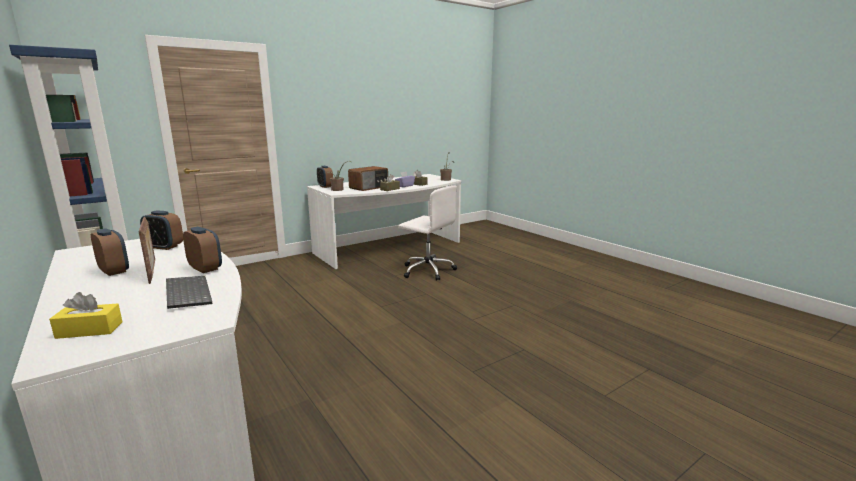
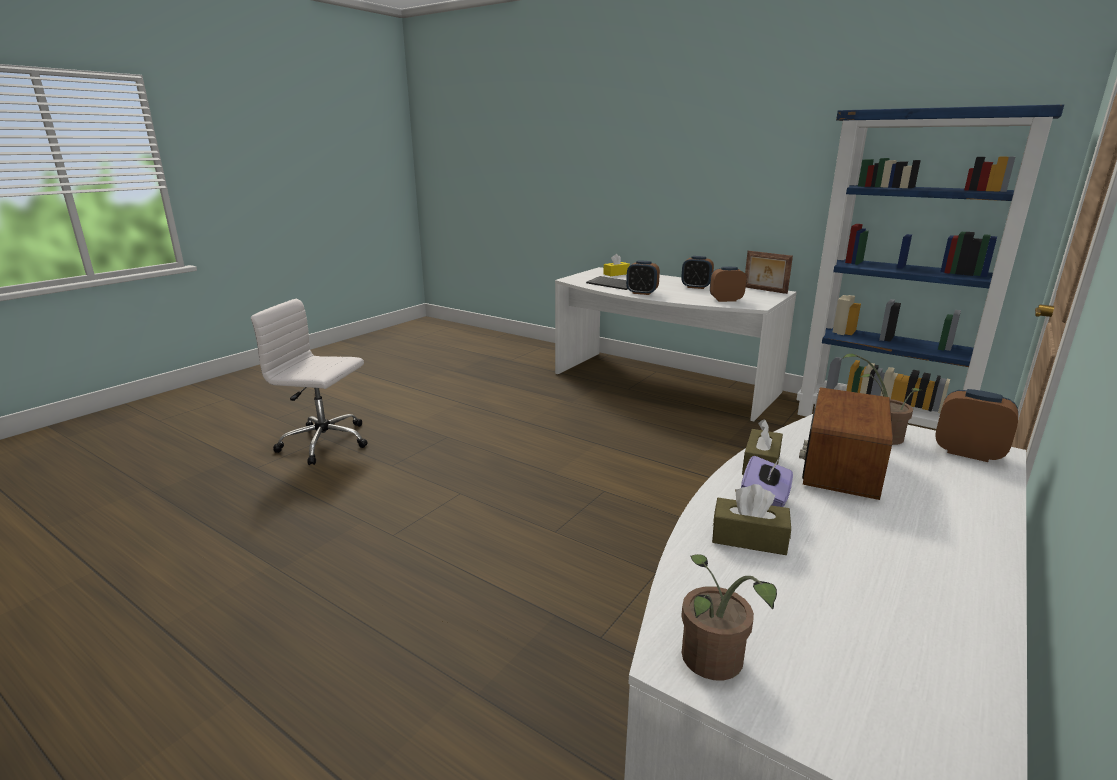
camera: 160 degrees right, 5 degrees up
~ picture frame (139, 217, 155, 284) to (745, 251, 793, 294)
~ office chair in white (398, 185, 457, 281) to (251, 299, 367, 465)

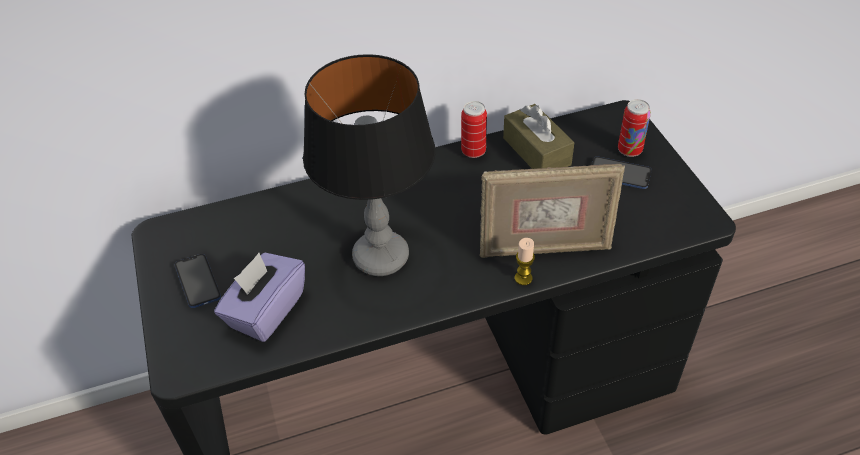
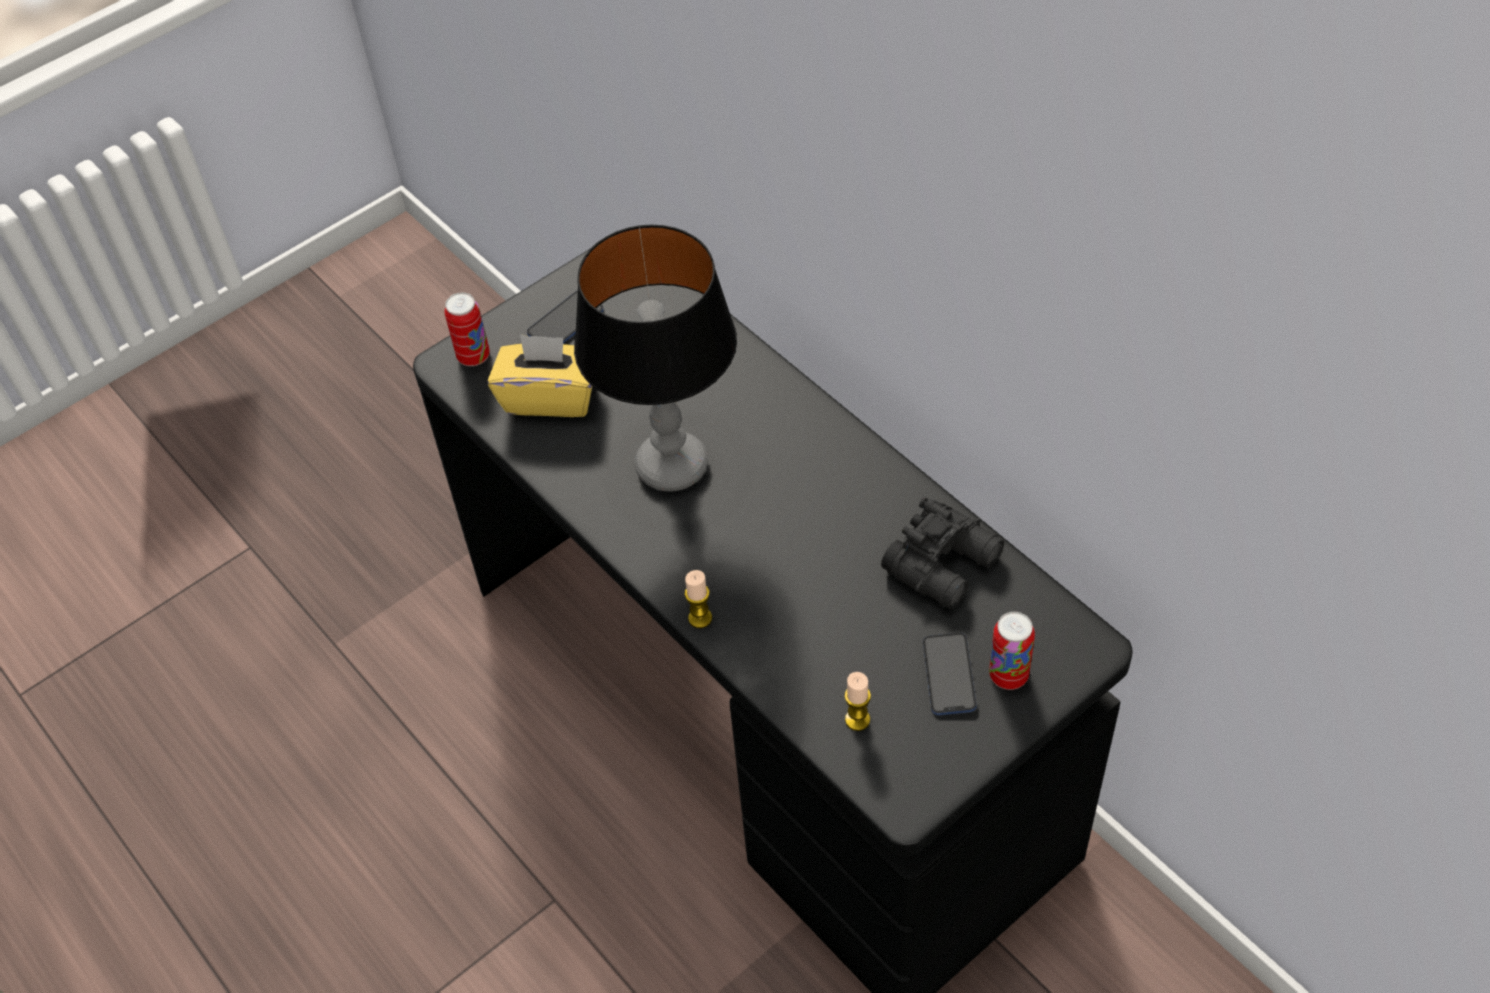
camera: 70 degrees right, 5 degrees up
~ tissue box in purple (214, 253, 305, 342) to tissue box in yellow (488, 334, 592, 417)
~ can (461, 101, 487, 158) to (445, 292, 490, 366)
- picture frame (480, 164, 625, 258)
~ tissue box in brown (503, 104, 575, 169) to binoculars in black (881, 497, 1004, 609)
+ candle (844, 672, 871, 731)

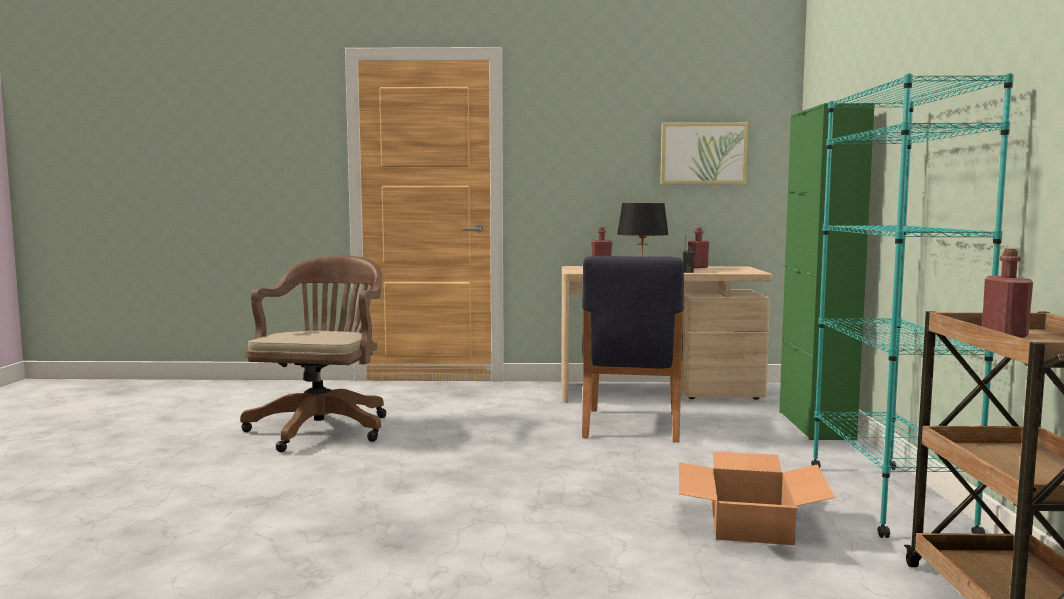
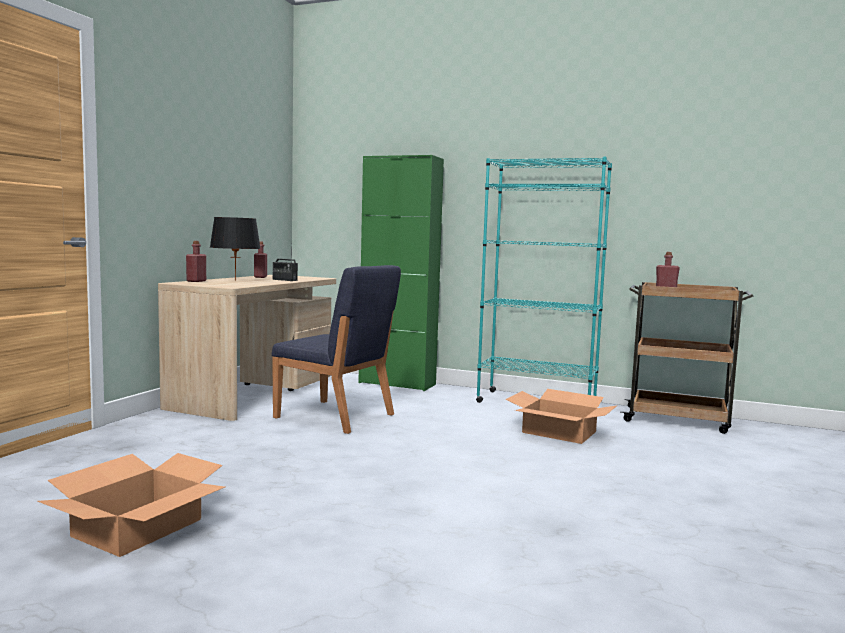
camera: 70 degrees left, 0 degrees up
~ office chair in brown (240, 255, 386, 452) to cardboard box (37, 453, 225, 557)
- picture (660, 122, 748, 184)

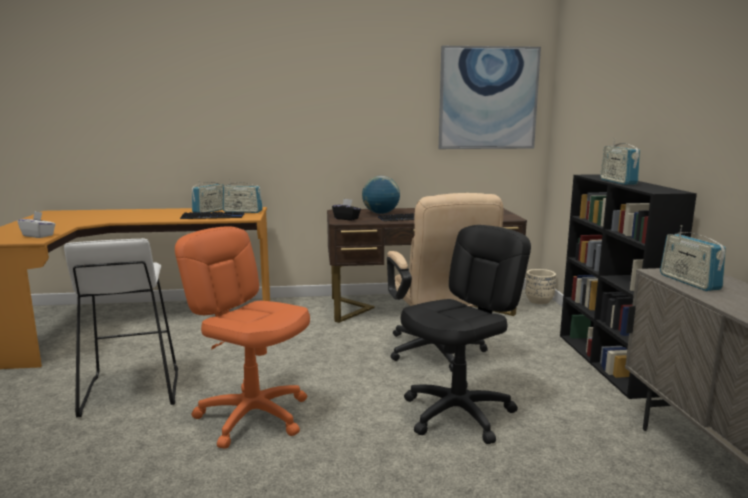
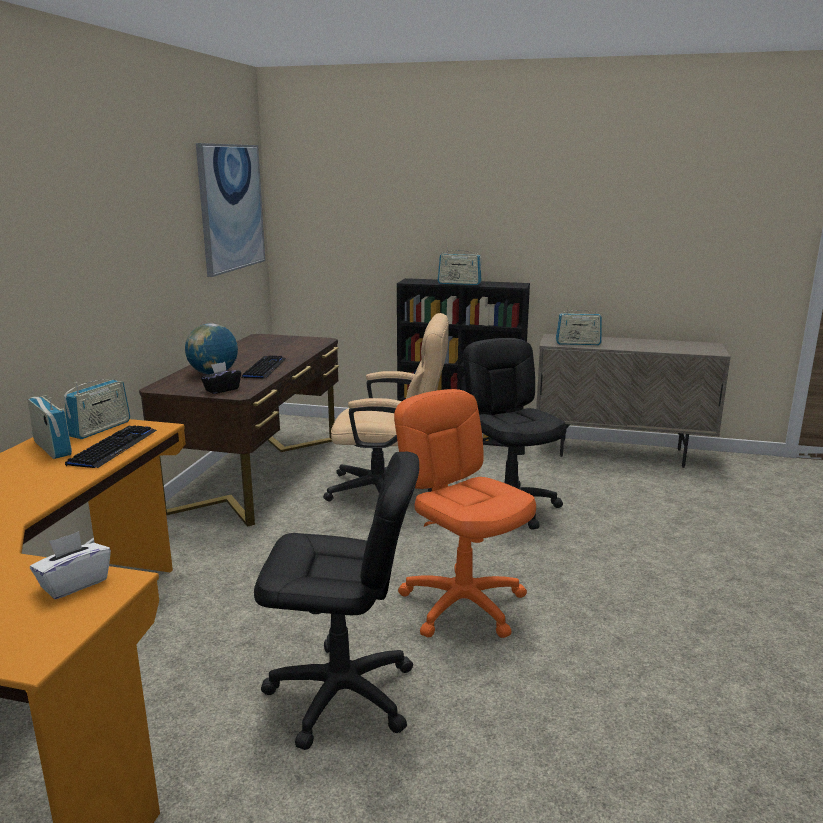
camera: 70 degrees left, 5 degrees up
~ stool in white (64, 238, 178, 417) to office chair in black (254, 452, 419, 750)
~ office chair in orange (175, 226, 310, 449) = (394, 389, 536, 638) 90 degrees clockwise
- planter in beige (525, 269, 556, 304)

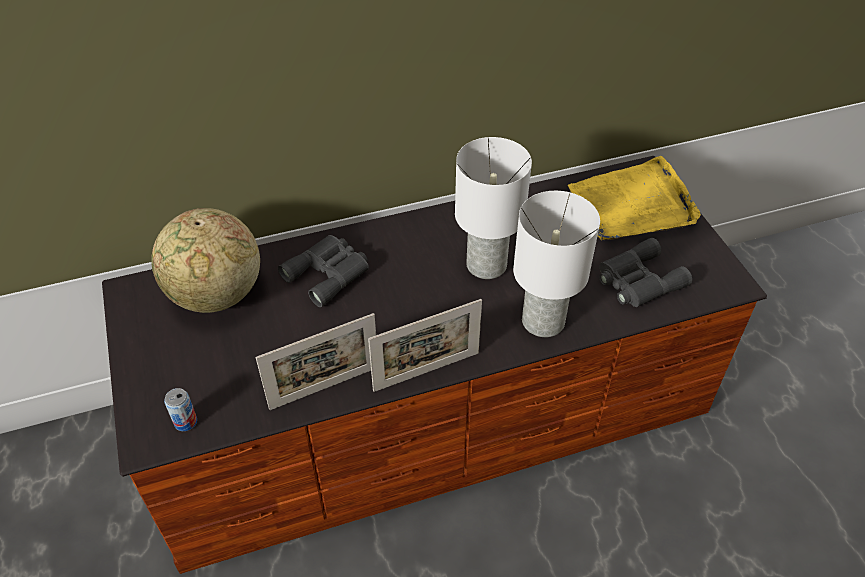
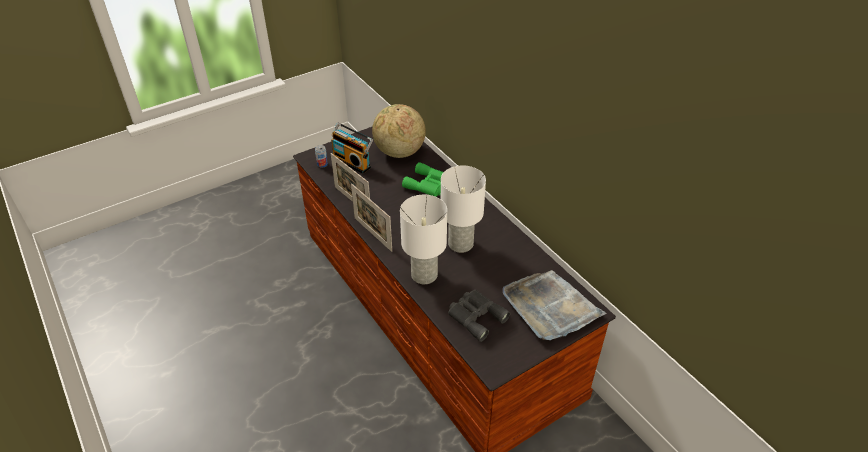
camera: 75 degrees right, 5 degrees down
~ binoculars in grey (278, 235, 369, 307) to binoculars in green (402, 162, 444, 197)
~ tray in yellow (568, 156, 701, 240) to tray in grey (503, 270, 607, 340)
+ radio (331, 123, 373, 174)

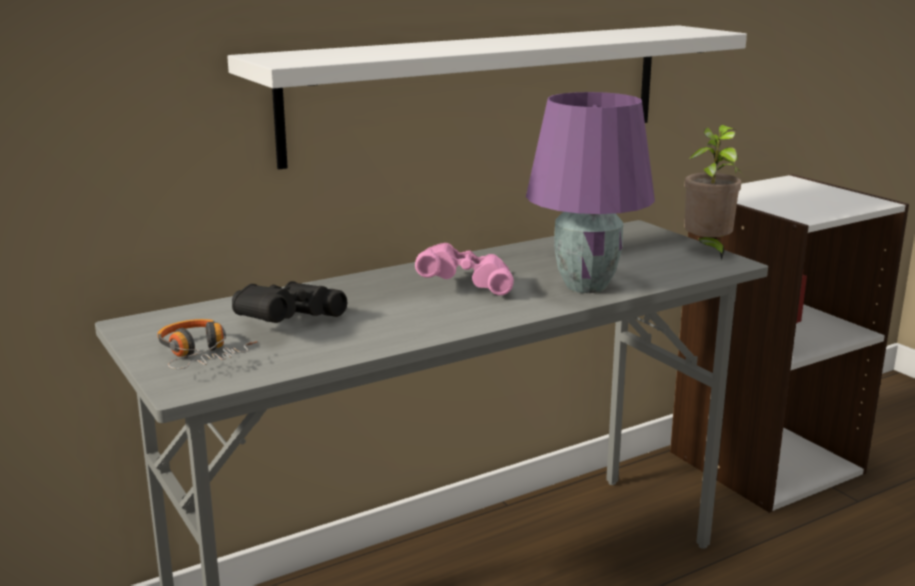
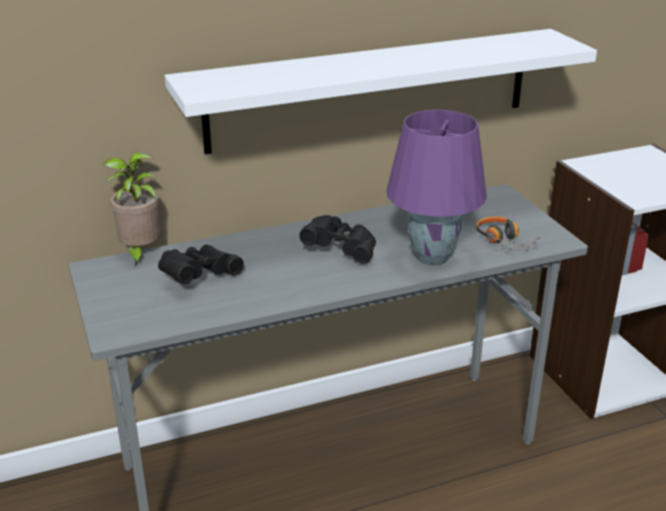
camera: 10 degrees right, 10 degrees up
~ headphones (157, 319, 257, 369) to (476, 217, 542, 254)
~ binoculars in pink (415, 243, 514, 296) to binoculars in black (299, 215, 376, 263)
~ potted plant (685, 125, 743, 260) to (103, 153, 159, 266)

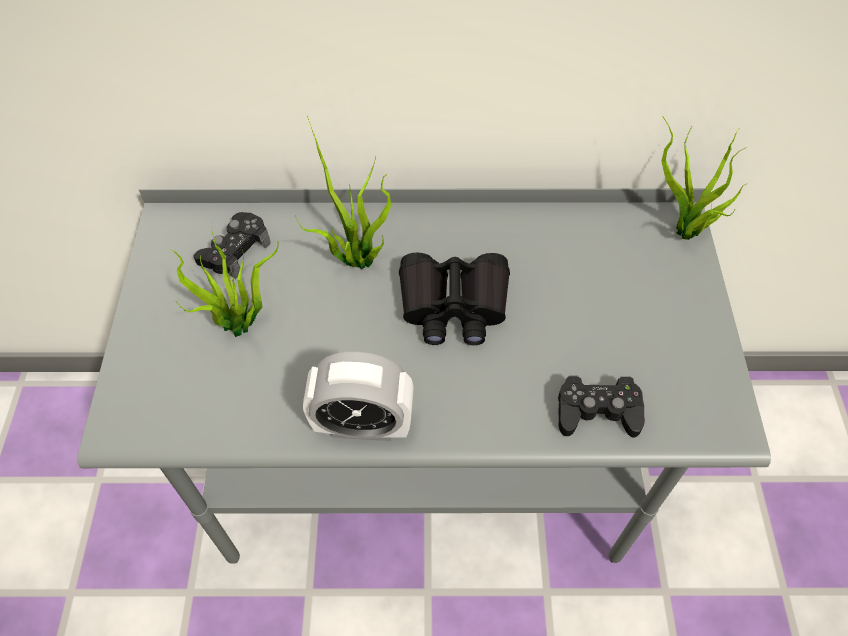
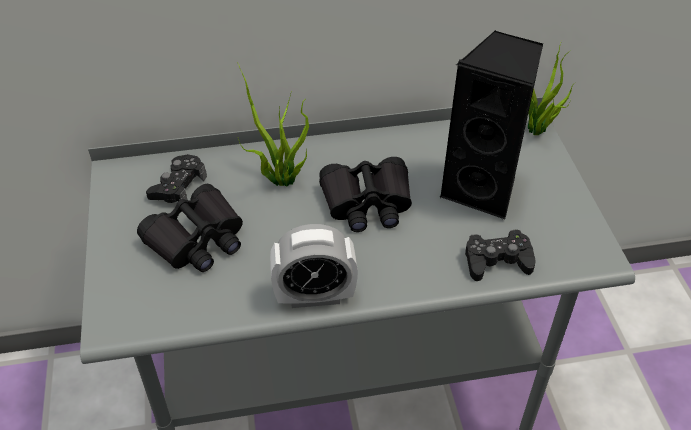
camera: 10 degrees left, 10 degrees down
~ potted plant (170, 222, 278, 337) to binoculars in black (137, 184, 243, 272)
+ speaker in black (440, 30, 543, 219)

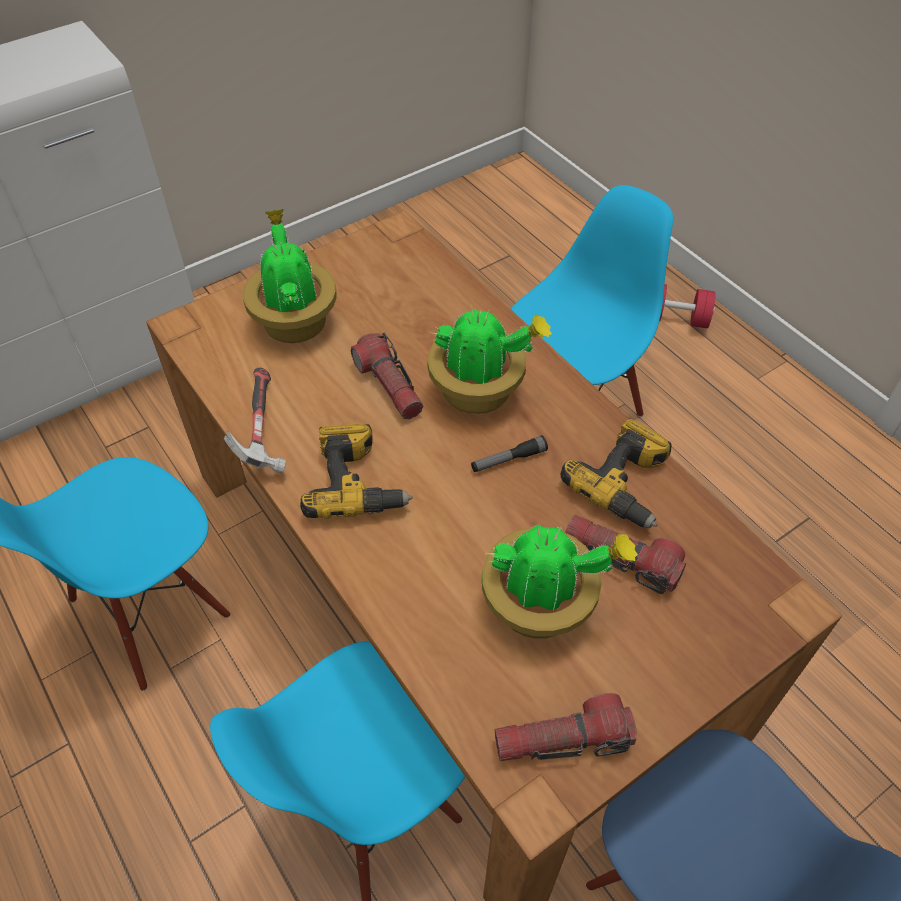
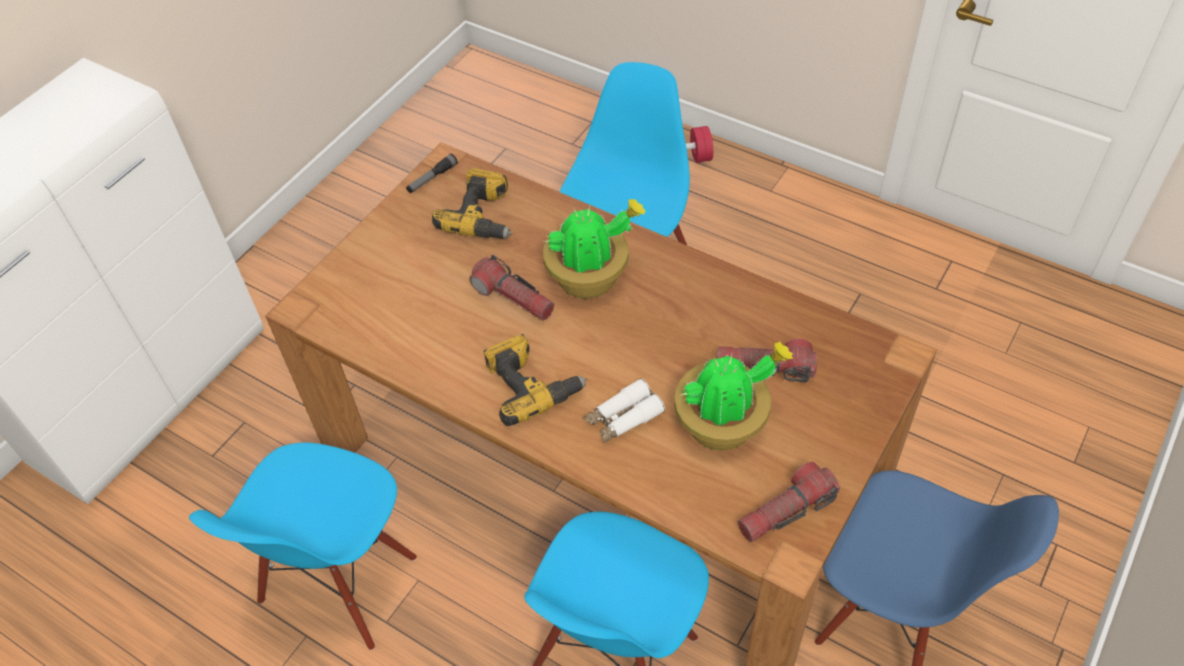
camera: 20 degrees left, 0 degrees up
- hammer (224, 368, 286, 473)
- potted plant (243, 209, 337, 343)
~ flashlight (471, 435, 548, 472) to (406, 154, 458, 193)
~ power drill (561, 418, 671, 528) to (432, 168, 512, 239)
+ binoculars in white (584, 378, 665, 443)

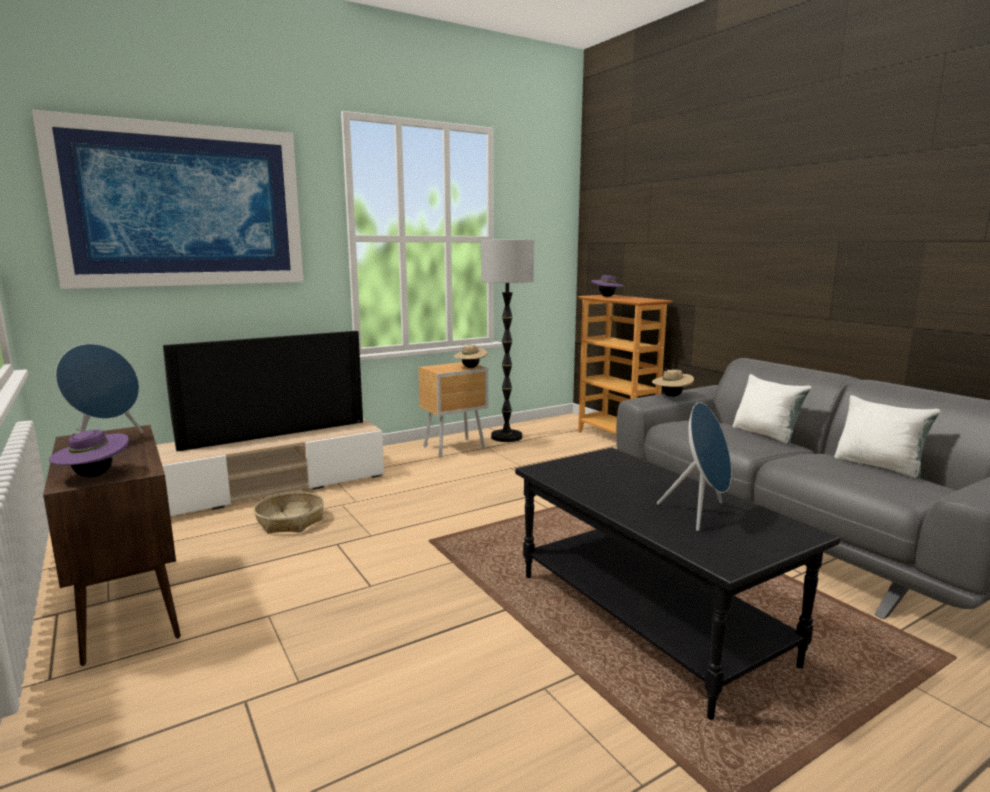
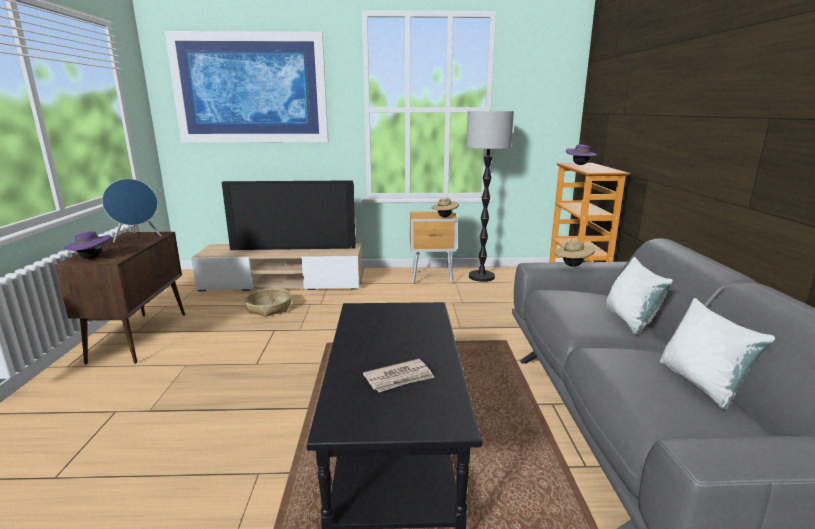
camera: 30 degrees right, 5 degrees up
~ speaker in blue (657, 402, 731, 531) to newspaper (363, 359, 435, 392)

